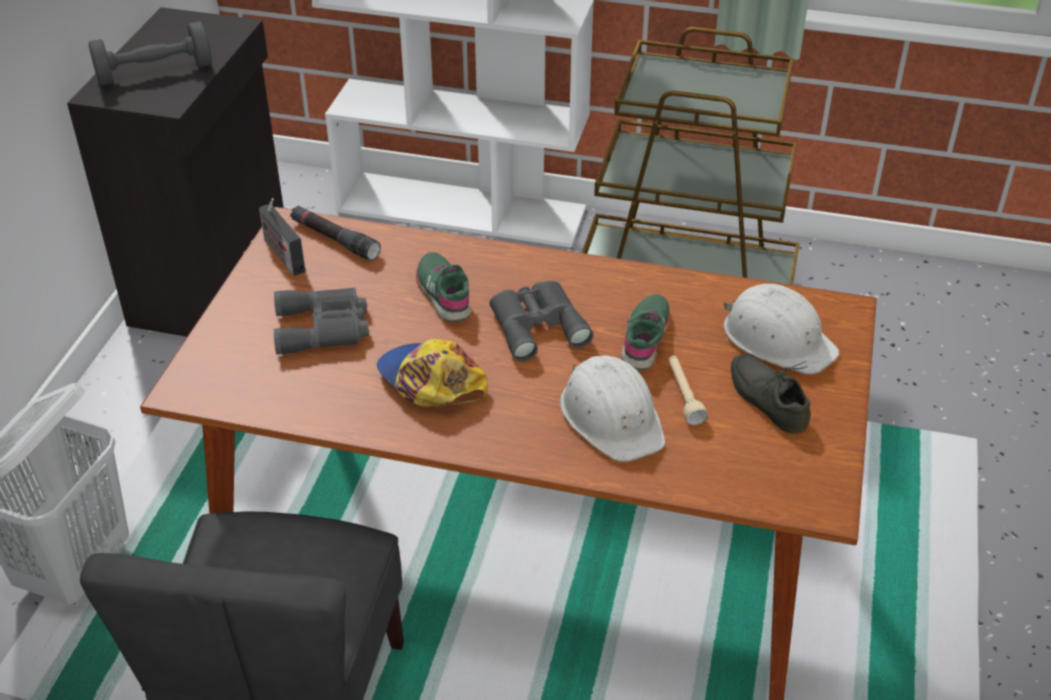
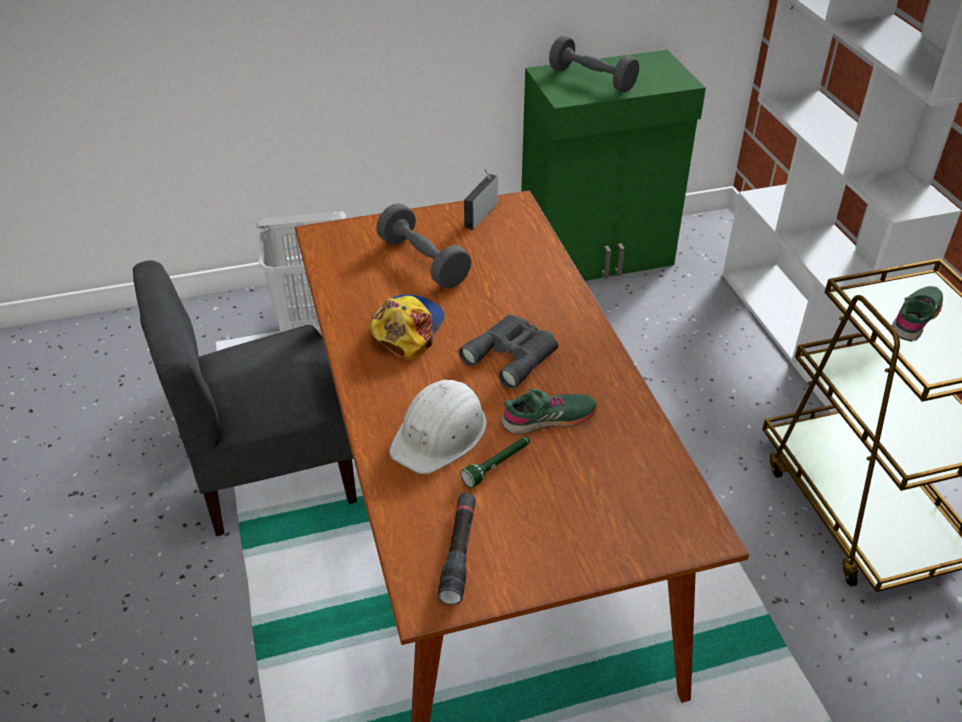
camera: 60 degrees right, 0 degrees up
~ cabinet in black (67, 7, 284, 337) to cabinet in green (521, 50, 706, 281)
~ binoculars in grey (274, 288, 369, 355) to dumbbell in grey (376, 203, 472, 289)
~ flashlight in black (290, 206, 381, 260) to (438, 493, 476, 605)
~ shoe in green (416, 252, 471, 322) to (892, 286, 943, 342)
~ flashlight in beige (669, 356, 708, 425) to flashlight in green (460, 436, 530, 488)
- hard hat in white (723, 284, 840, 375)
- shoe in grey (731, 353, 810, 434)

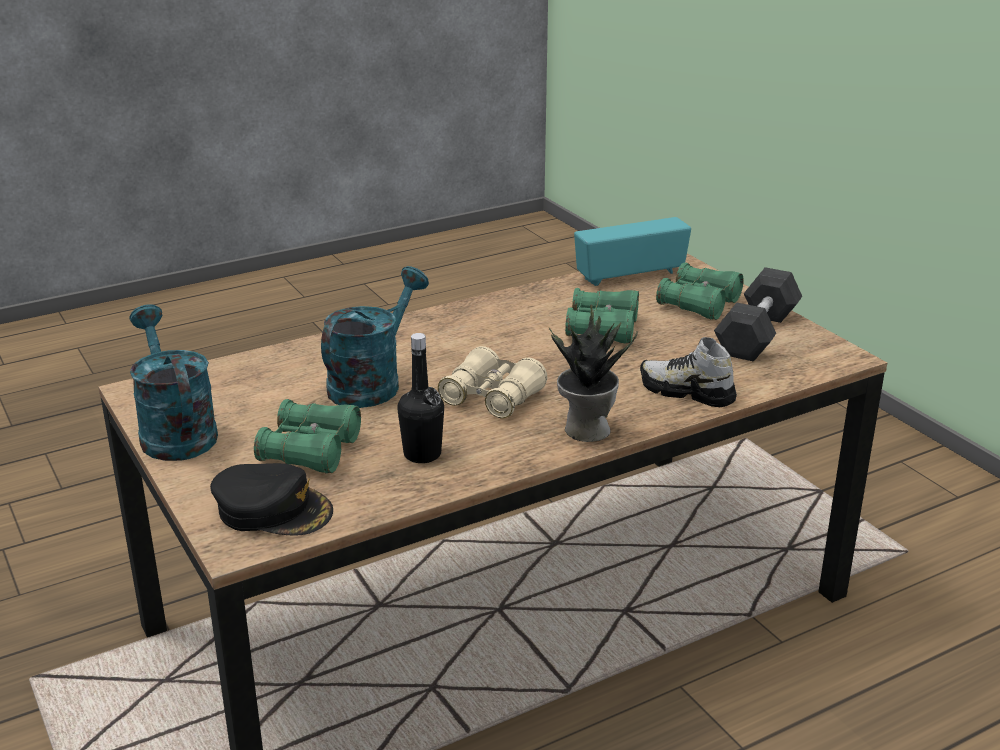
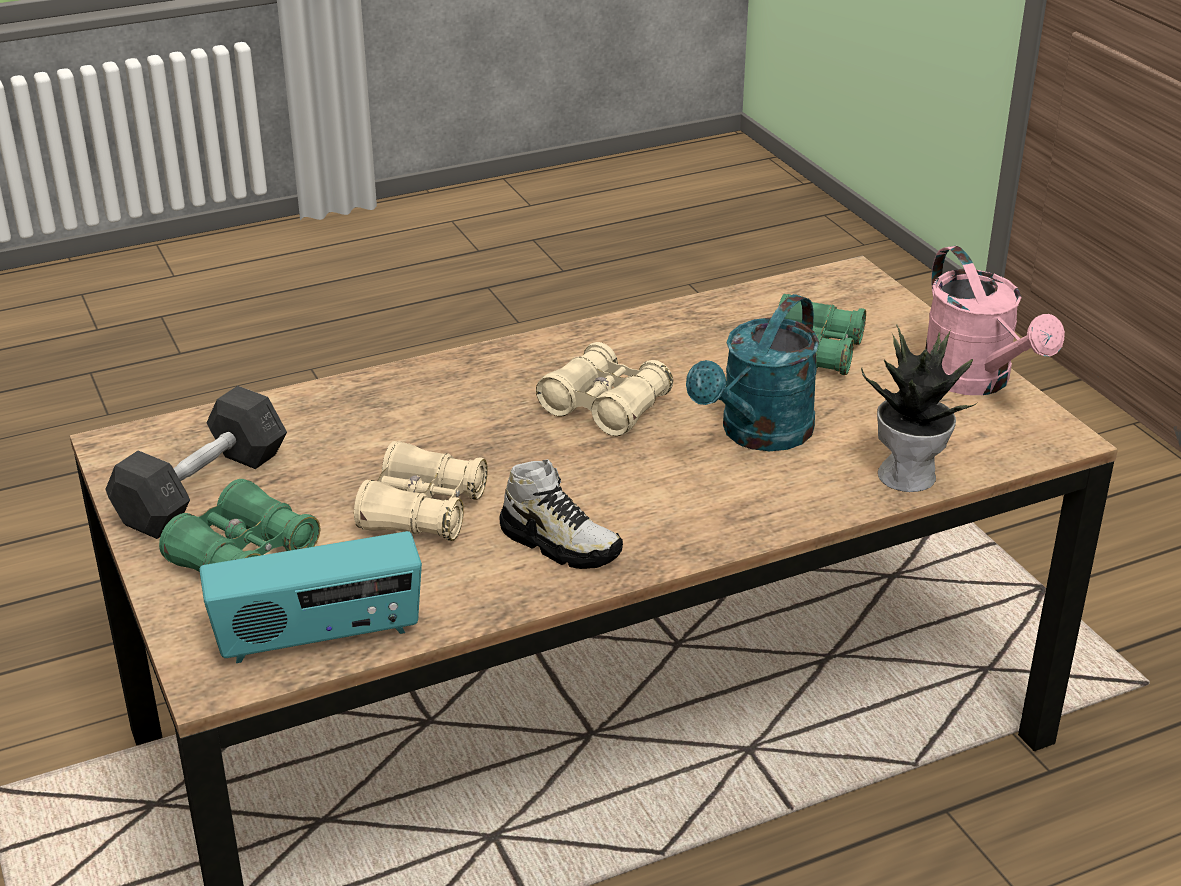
camera: 175 degrees left, 5 degrees up
~ watering can in turquoise (129, 304, 218, 461) to watering can in pink (926, 246, 1065, 395)
- cap in black (210, 463, 333, 536)
- bottle in black (397, 333, 444, 463)
~ potted plant (549, 305, 638, 442) to (861, 324, 977, 492)
~ binoculars in green (565, 288, 639, 344) to binoculars in beige (354, 441, 488, 541)
~ shoe (640, 337, 737, 407) to (499, 459, 623, 569)

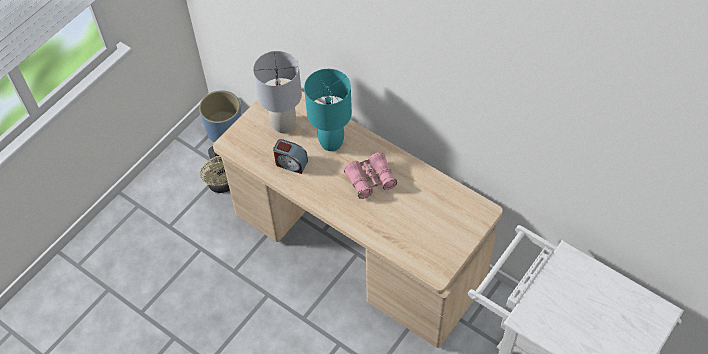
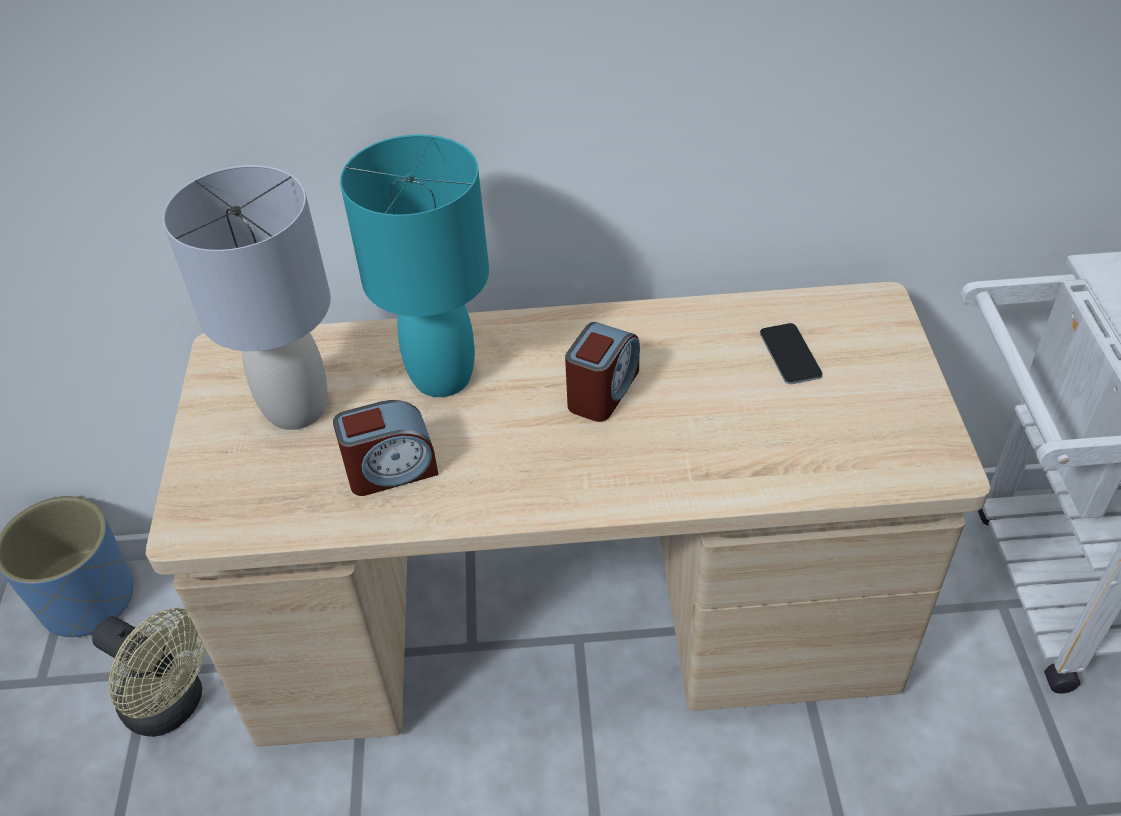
camera: 40 degrees left, 10 degrees down
~ binoculars in pink (344, 152, 397, 199) to alarm clock (565, 322, 640, 422)
+ phone (760, 323, 822, 384)

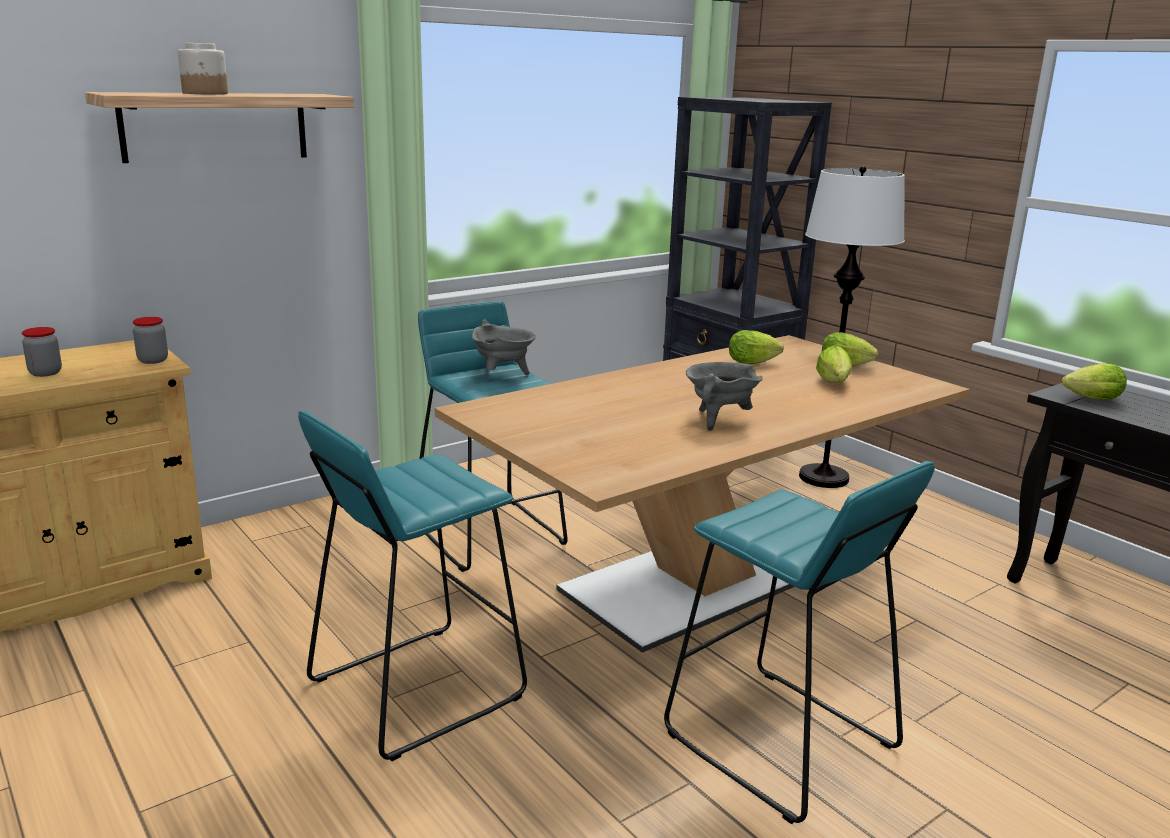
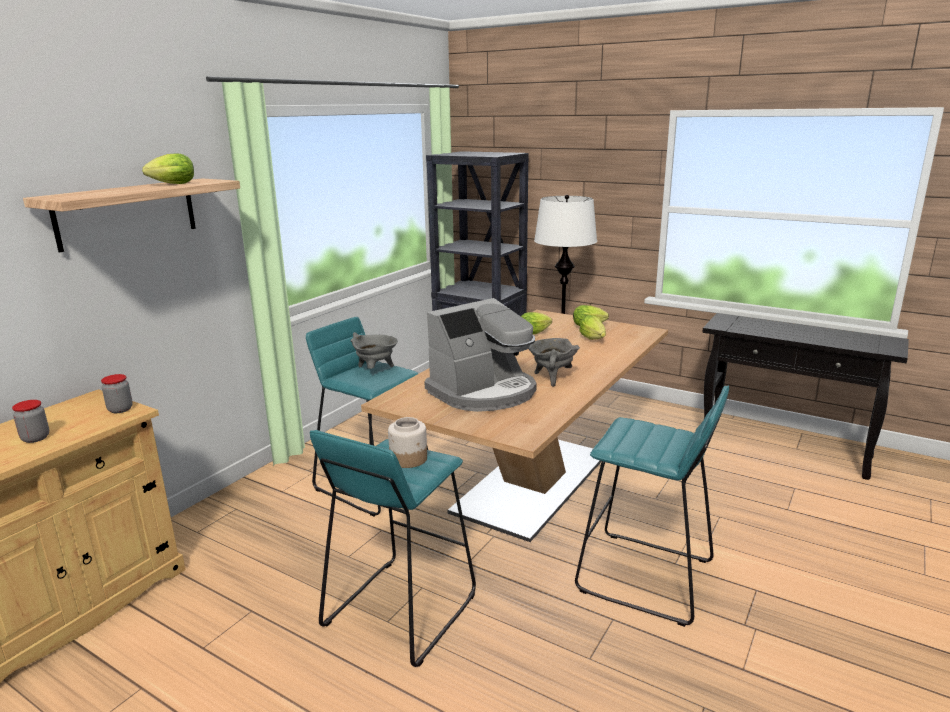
camera: 20 degrees left, 0 degrees up
~ jar (178, 43, 228, 95) to (388, 417, 427, 468)
~ lettuce (1062, 363, 1127, 400) to (142, 153, 194, 184)
+ coffee machine (425, 298, 537, 412)

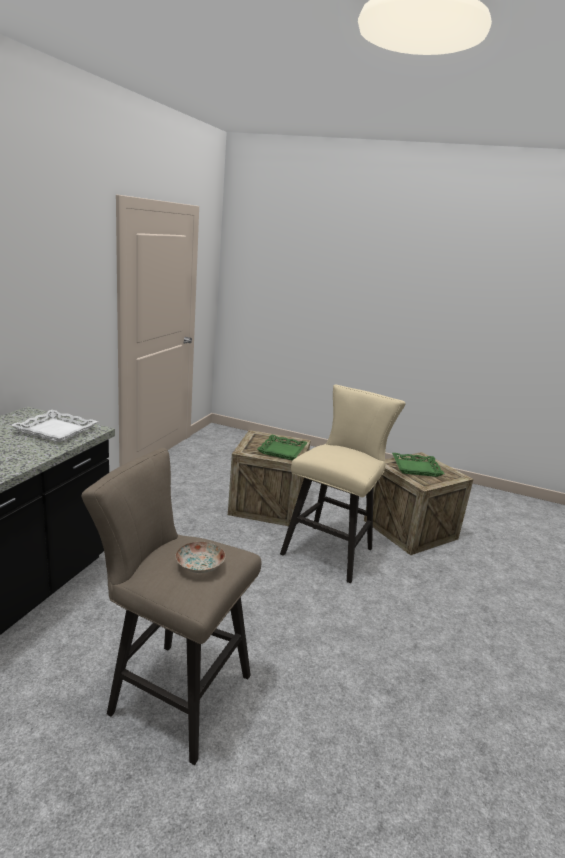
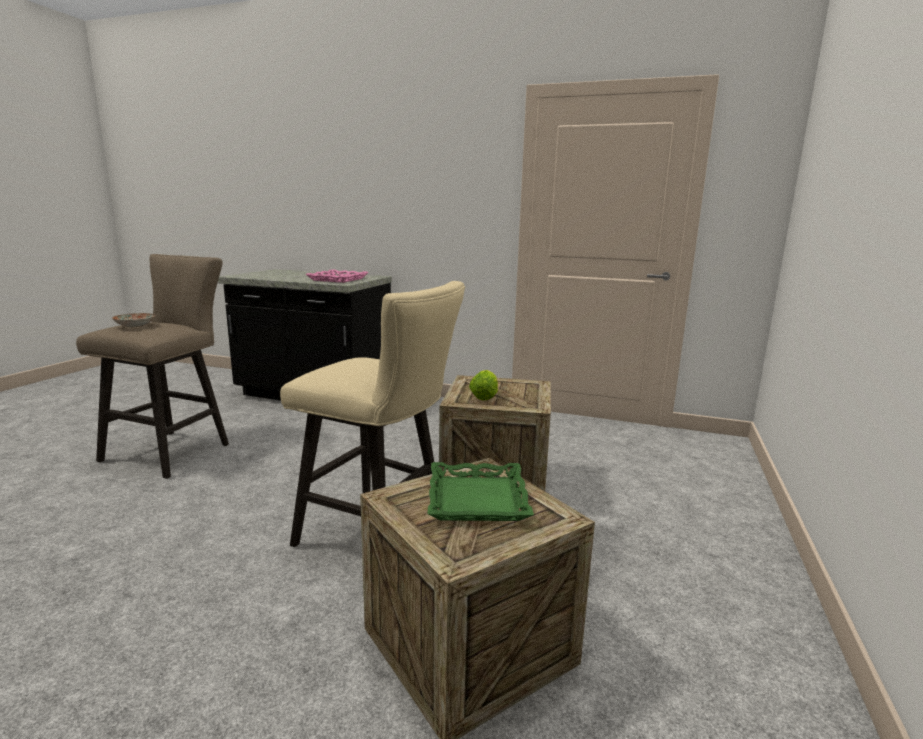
camera: 90 degrees right, 5 degrees down
~ tray in white (11, 410, 98, 442) to tray in pink (306, 269, 369, 283)
~ tray in green (257, 435, 308, 460) to lettuce (469, 370, 498, 401)

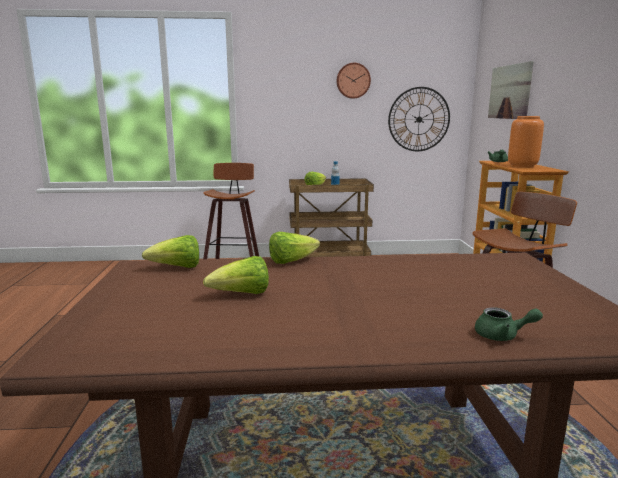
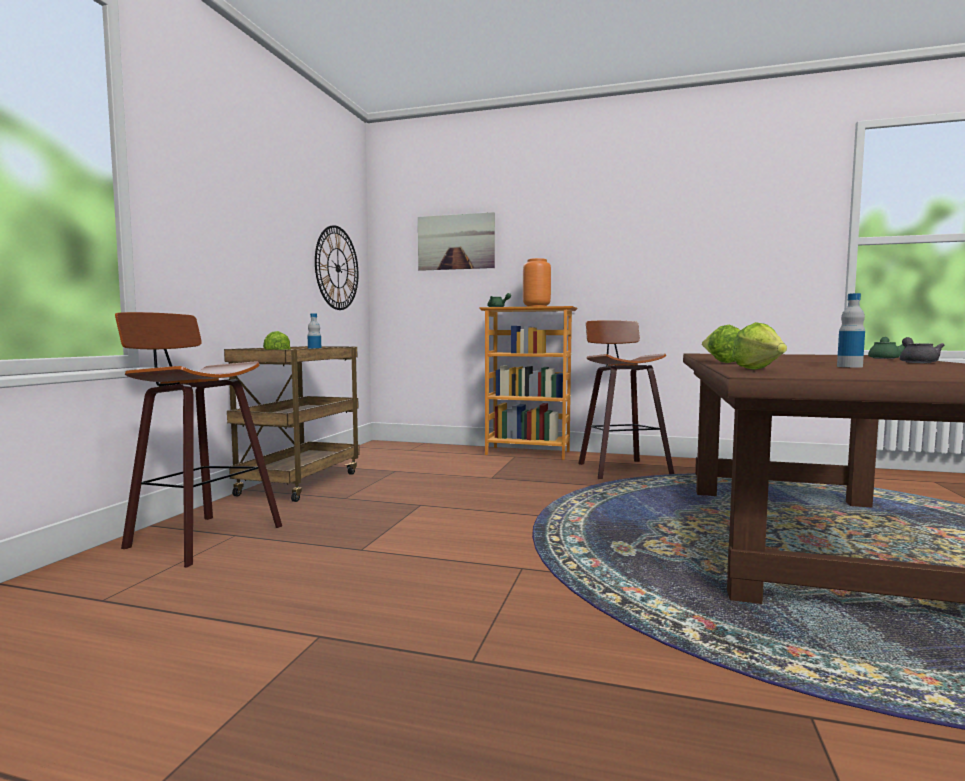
camera: 70 degrees left, 10 degrees down
~ lettuce (203, 256, 269, 294) to bottle (837, 293, 865, 368)
- wall clock (336, 63, 371, 99)
+ teapot in grey (900, 337, 944, 363)

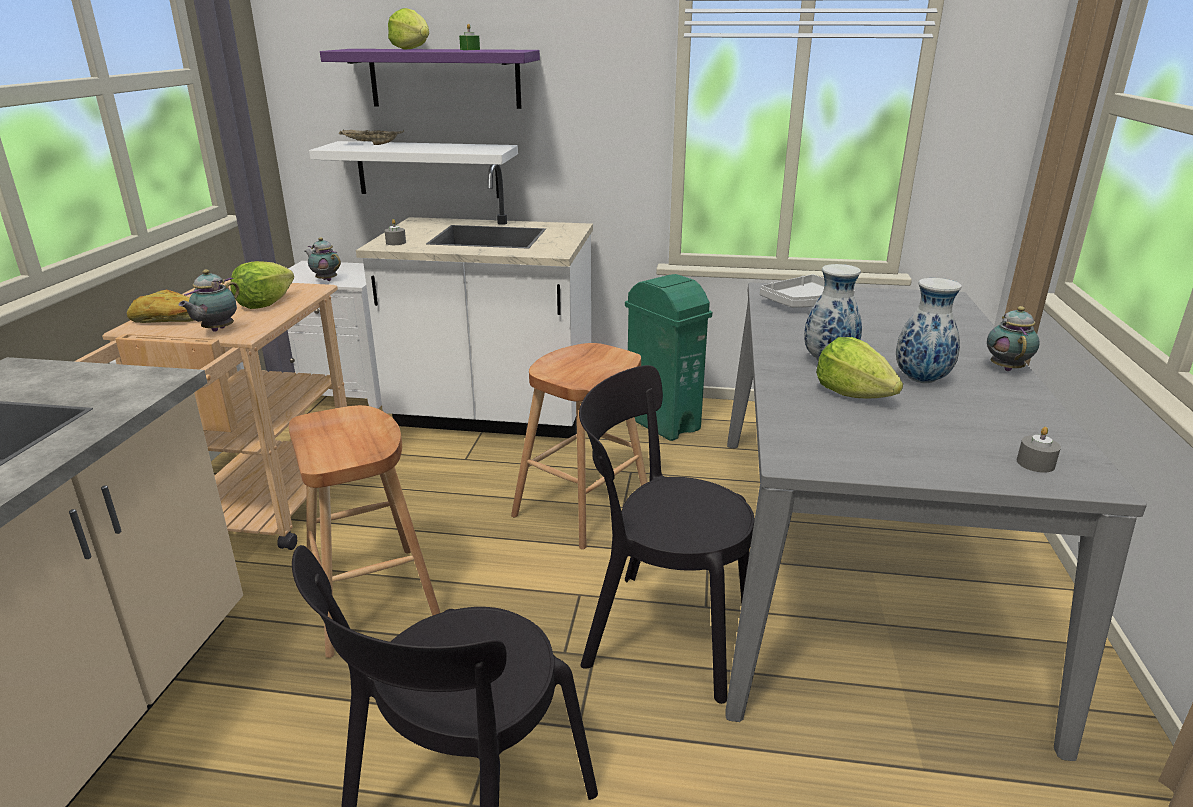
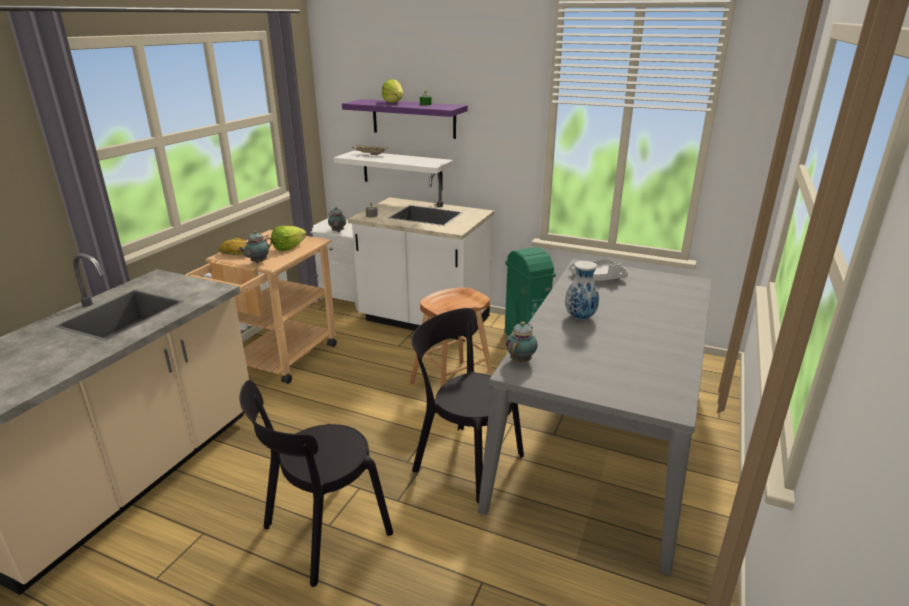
camera: 15 degrees right, 0 degrees up
- stool in brown (289, 405, 440, 658)
- lettuce (816, 337, 903, 399)
- vase (896, 278, 962, 383)
~ teapot (987, 306, 1040, 371) to (506, 322, 538, 363)
- candle in grey (1017, 427, 1061, 473)

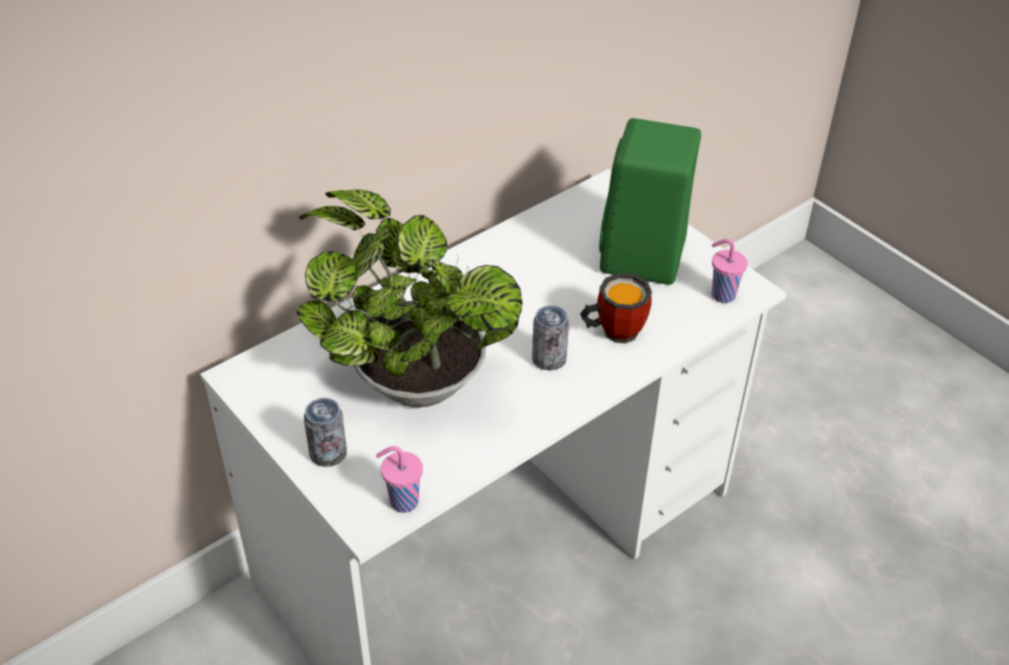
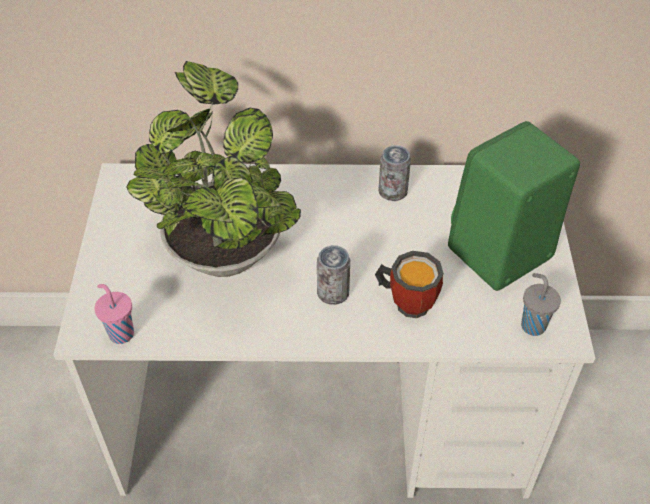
camera: 40 degrees right, 5 degrees up
~ can (304, 398, 347, 467) to (378, 145, 411, 201)
~ cup in pink (712, 239, 748, 303) to cup in grey (521, 273, 561, 336)

